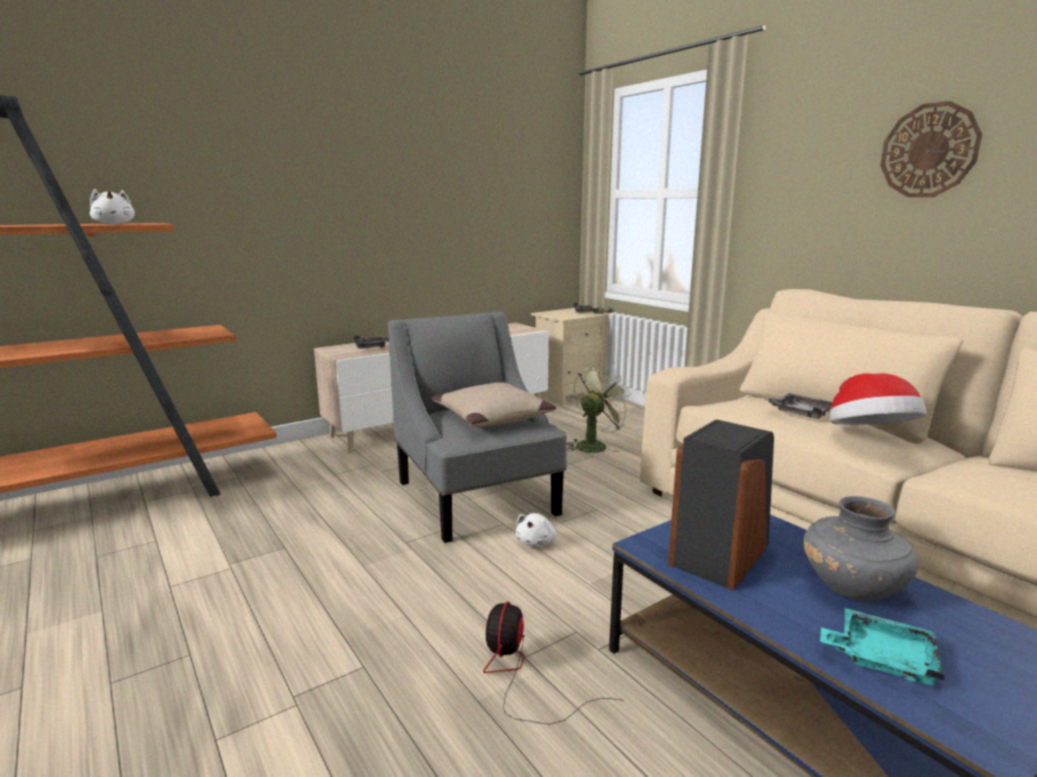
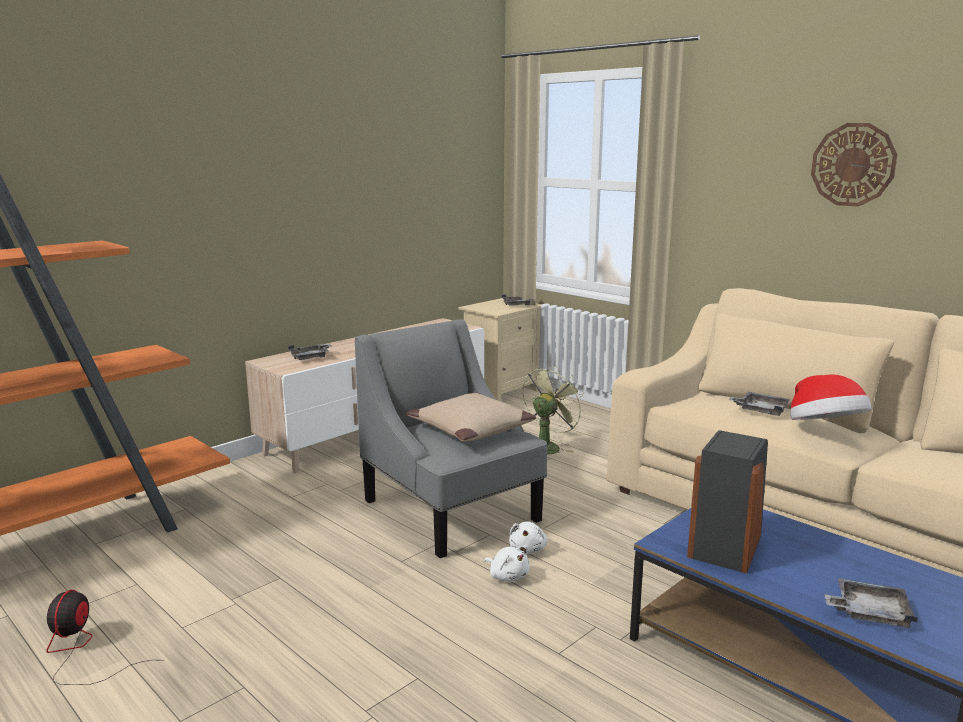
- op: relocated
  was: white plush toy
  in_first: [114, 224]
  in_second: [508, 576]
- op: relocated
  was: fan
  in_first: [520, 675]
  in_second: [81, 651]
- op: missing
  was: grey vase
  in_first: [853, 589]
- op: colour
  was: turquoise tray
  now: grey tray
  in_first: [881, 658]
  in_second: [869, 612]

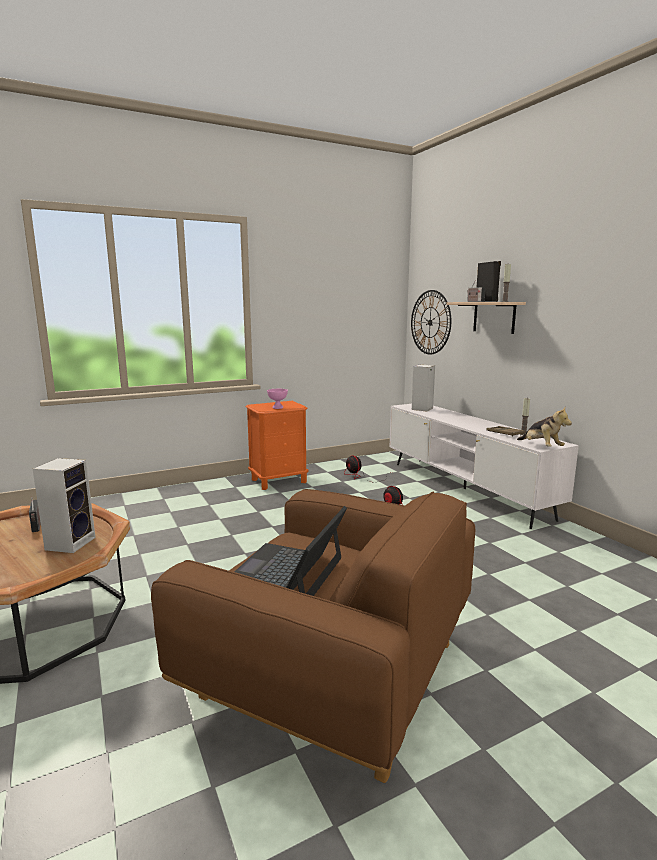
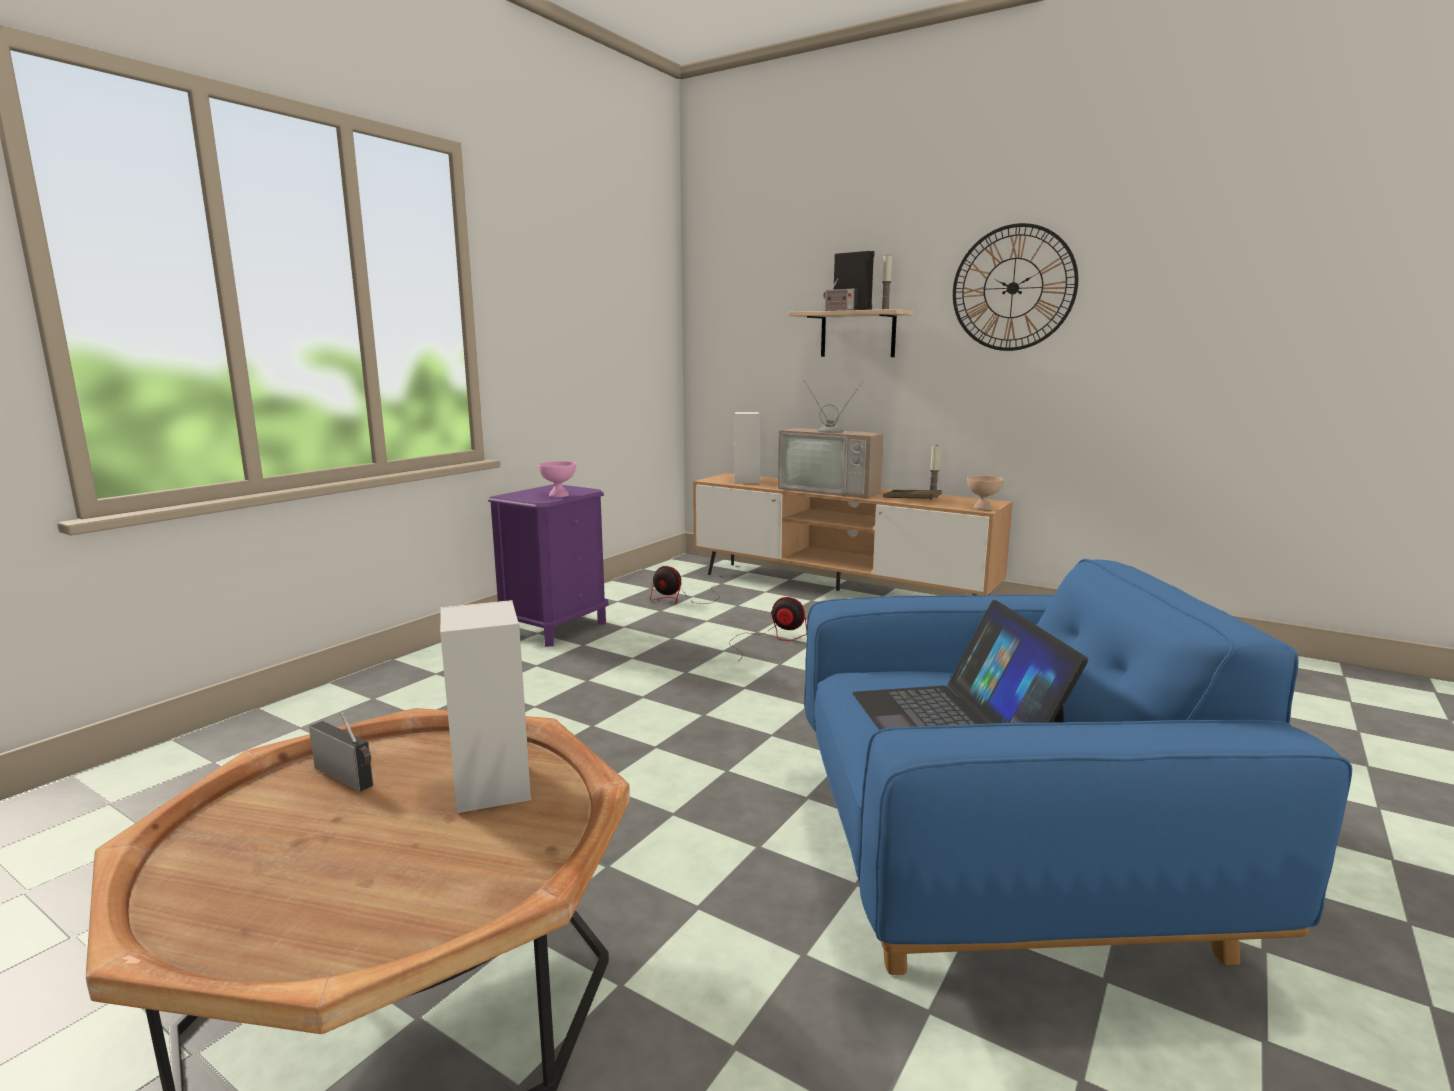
- op: colour
  was: brown armchair
  now: blue armchair
  in_first: [331, 668]
  in_second: [997, 860]
- op: colour
  was: orange nightstand
  now: purple nightstand
  in_first: [279, 481]
  in_second: [557, 628]
- op: colour
  was: white tv stand
  now: brown tv stand
  in_first: [464, 488]
  in_second: [837, 590]
- op: relocated
  was: wall clock
  in_first: [430, 322]
  in_second: [1013, 288]
- op: exchanged
  was: plush toy
  now: beige bowl
  in_first: [541, 447]
  in_second: [982, 508]
- op: appeared
  now: television
  in_second: [832, 490]

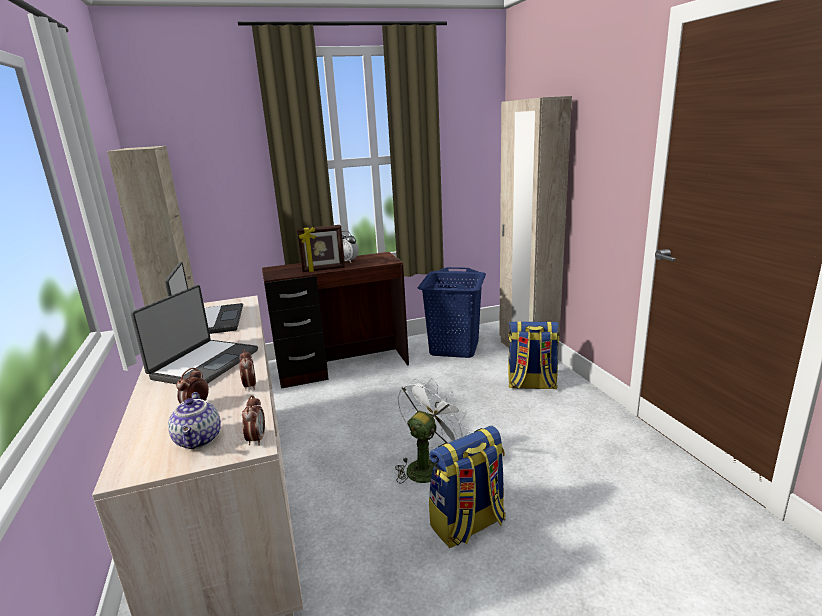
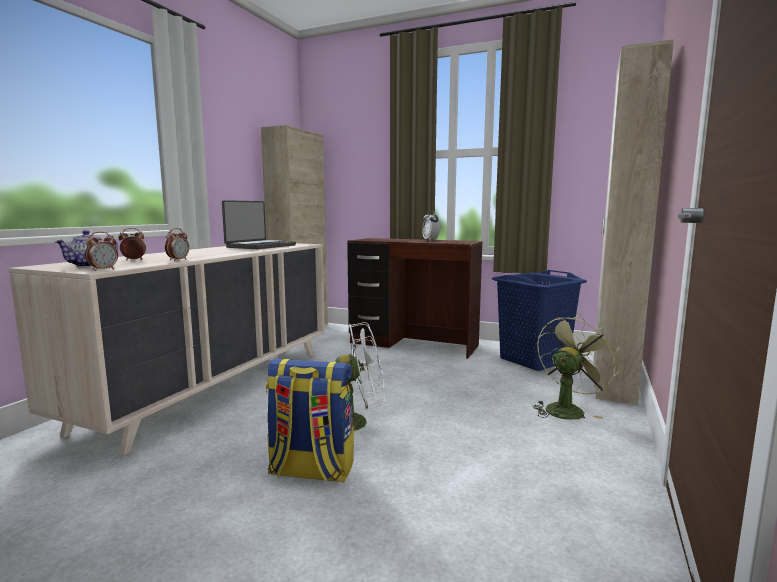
- op: missing
  was: laptop
  in_first: [204, 364]
- op: missing
  was: picture frame
  in_first: [324, 269]
- op: exchanged
  was: backpack
  now: green fan
  in_first: [531, 385]
  in_second: [567, 409]

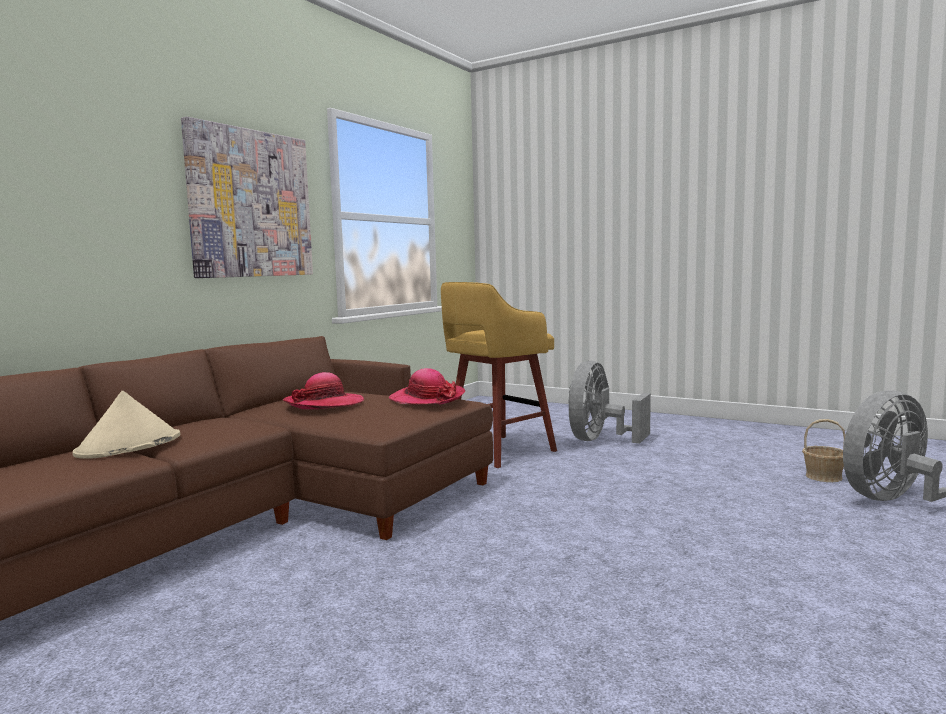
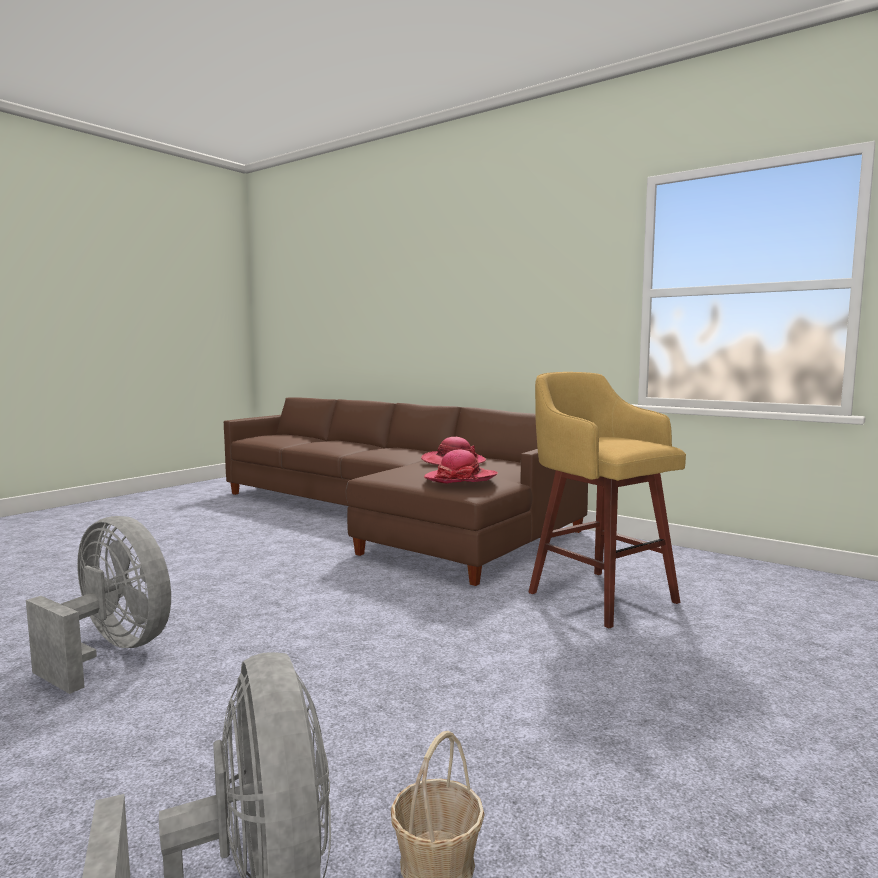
- op: missing
  was: beige hat
  in_first: [129, 446]
- op: missing
  was: picture
  in_first: [250, 204]
- op: relocated
  was: grey fan
  in_first: [600, 440]
  in_second: [112, 652]

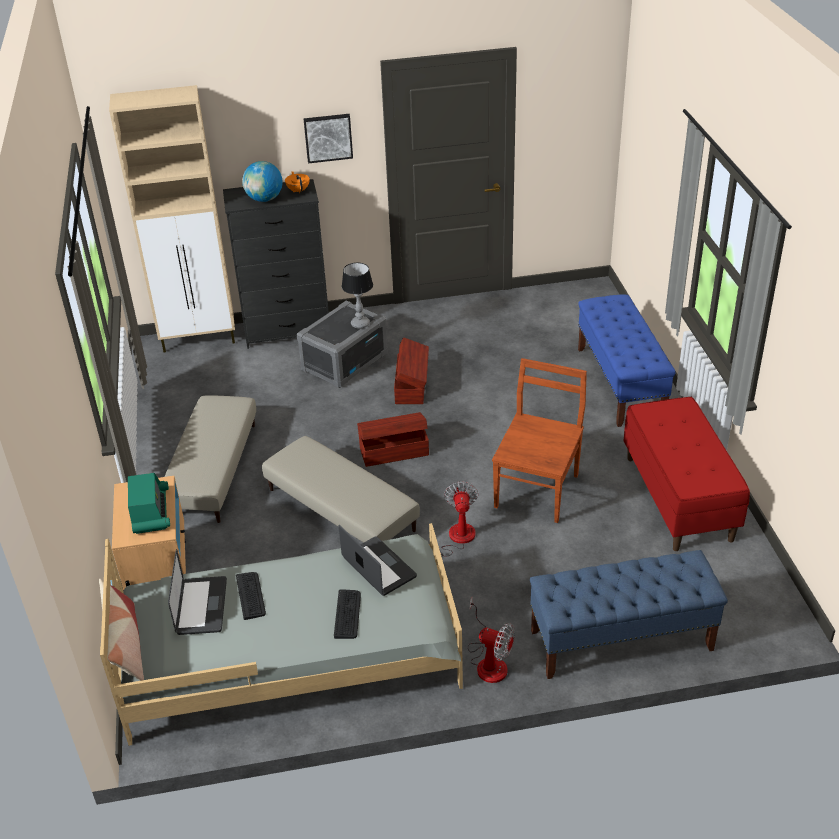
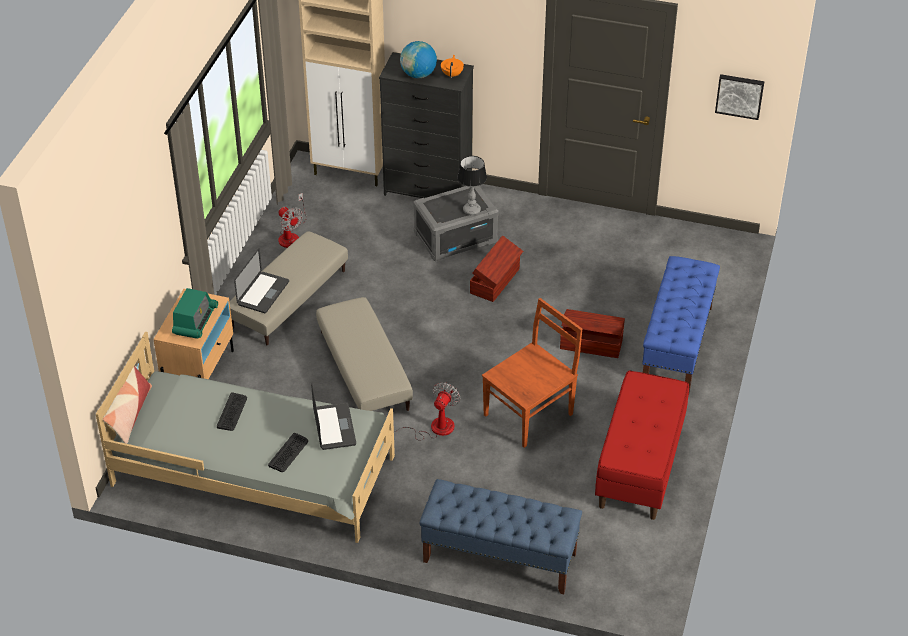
- op: relocated
  was: laptop
  in_first: [201, 606]
  in_second: [263, 293]
- op: relocated
  was: picture
  in_first: [328, 137]
  in_second: [739, 95]
- op: relocated
  was: brown storage box
  in_first: [393, 451]
  in_second: [590, 343]
- op: relocated
  was: fan
  in_first: [489, 661]
  in_second: [291, 235]

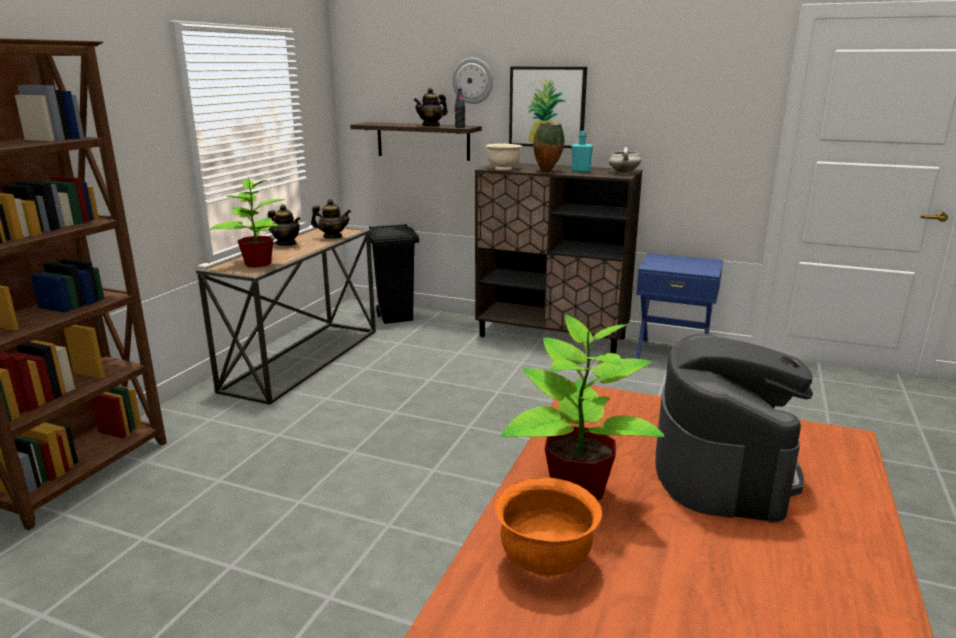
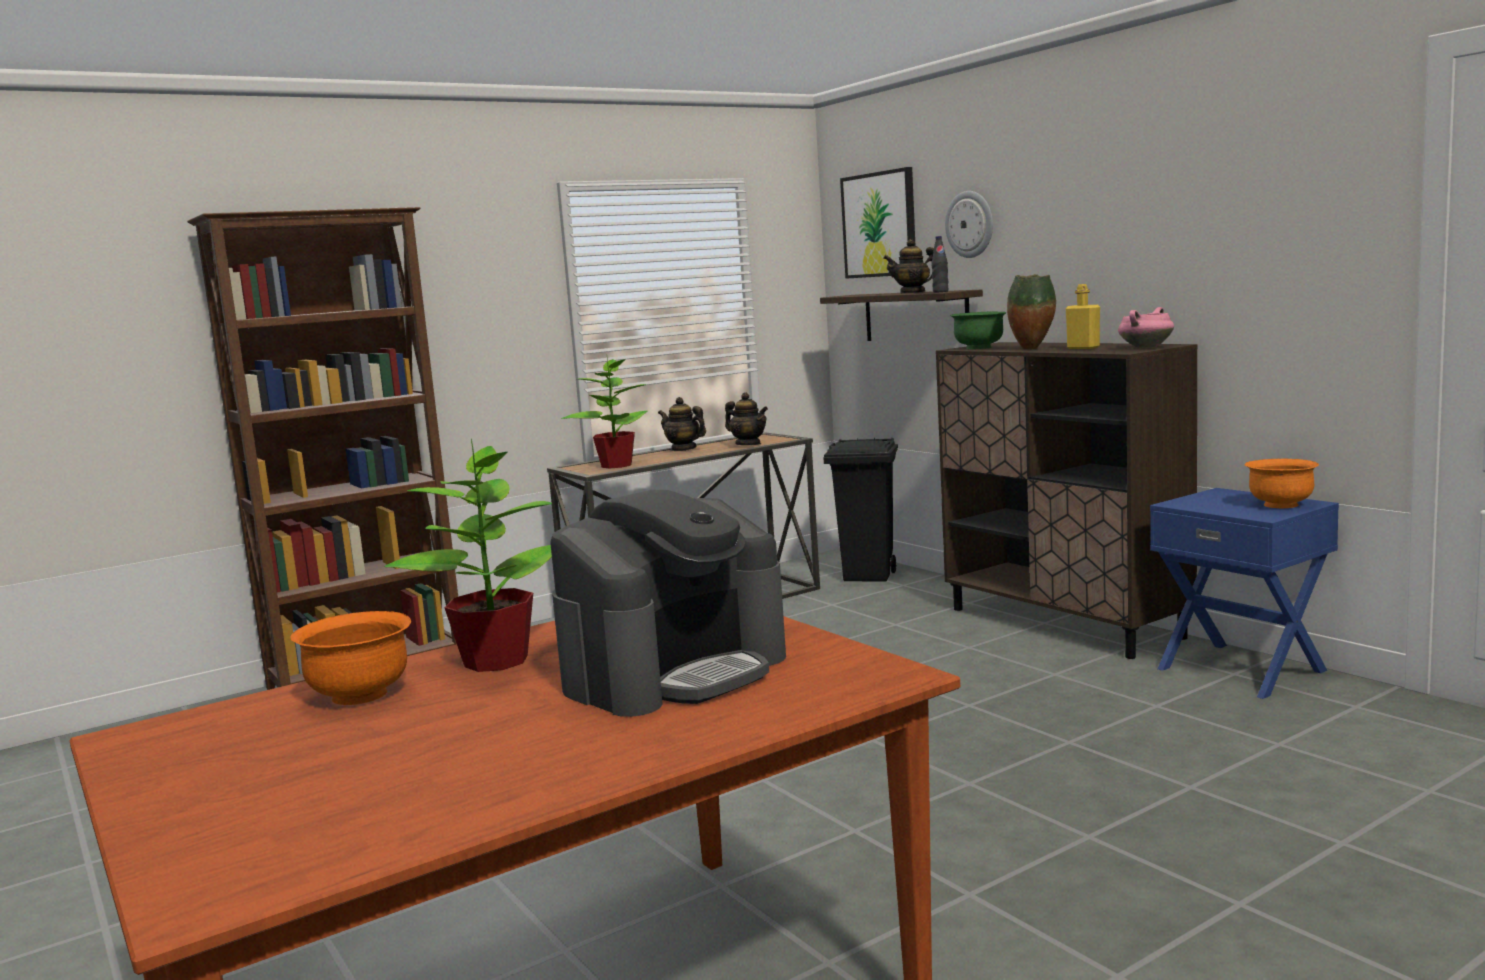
- op: spun
  was: teapot
  in_first: [286, 244]
  in_second: [683, 449]
  clockwise: 150
- op: colour
  was: beige bowl
  now: green bowl
  in_first: [503, 168]
  in_second: [979, 348]
- op: relocated
  was: picture
  in_first: [547, 107]
  in_second: [879, 225]
- op: colour
  was: turquoise bottle
  now: yellow bottle
  in_first: [580, 171]
  in_second: [1083, 348]
- op: colour
  was: white cooking pot
  now: pink cooking pot
  in_first: [623, 172]
  in_second: [1145, 348]
- op: appeared
  now: orange bowl
  in_second: [1280, 505]

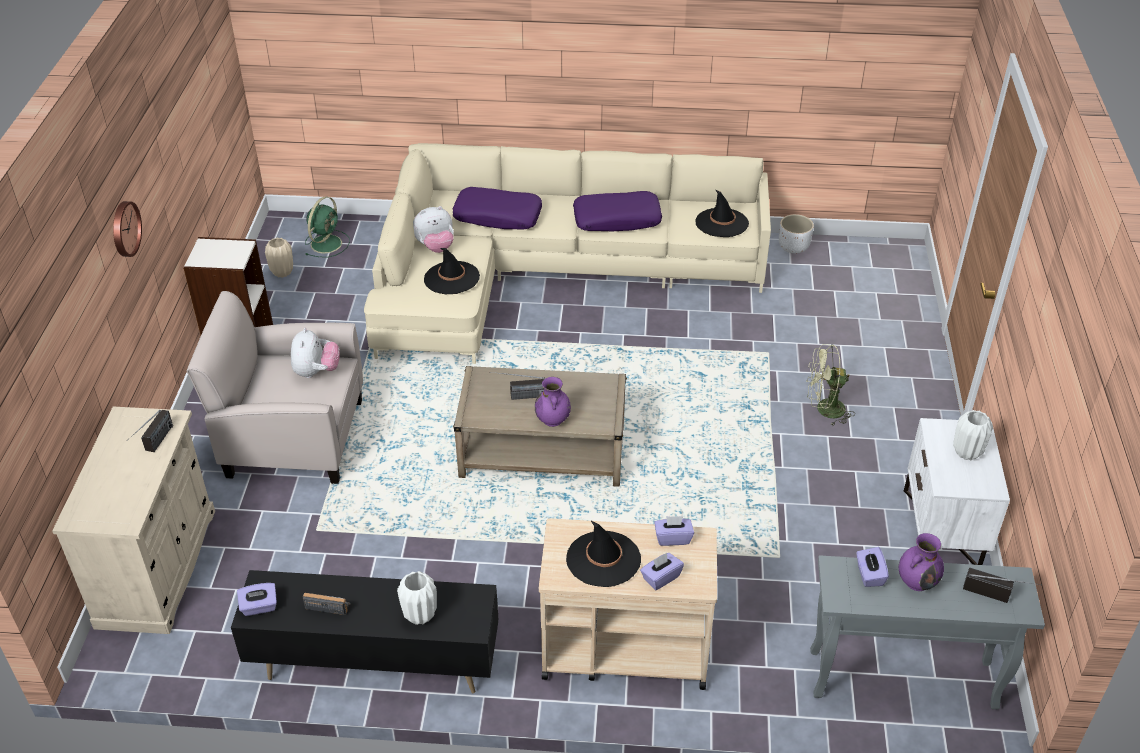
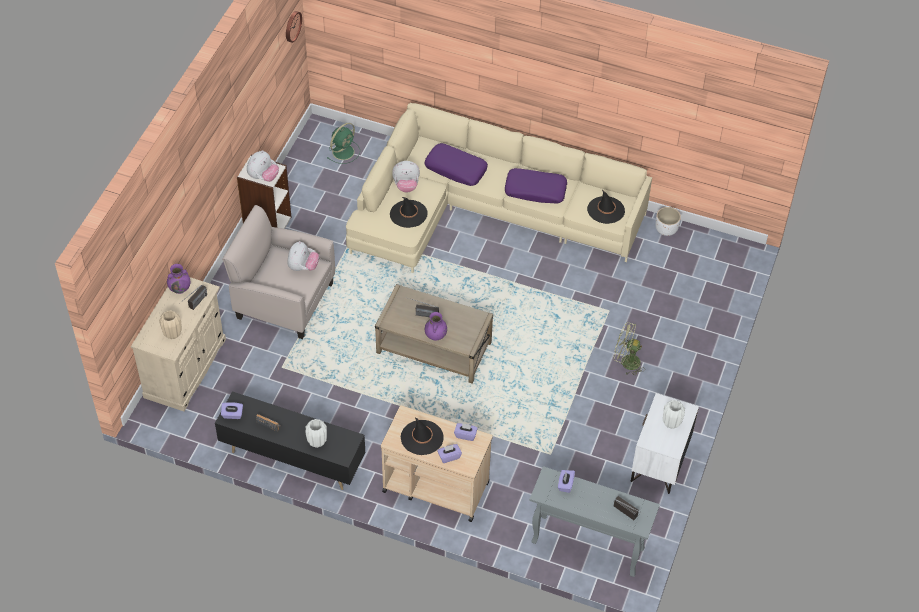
- op: relocated
  was: wall clock
  in_first: [124, 228]
  in_second: [292, 26]
- op: relocated
  was: beige vase
  in_first: [282, 273]
  in_second: [172, 334]
- op: relocated
  was: purple vase
  in_first: [917, 581]
  in_second: [180, 288]
- op: appeared
  now: plush toy
  in_second: [263, 177]

